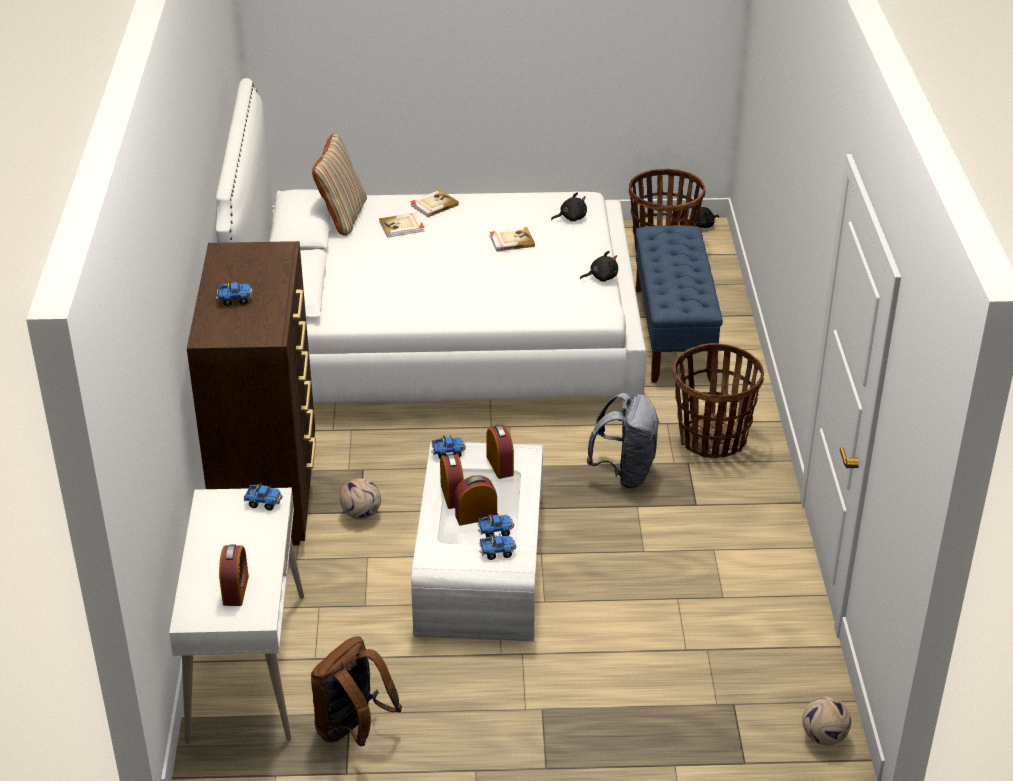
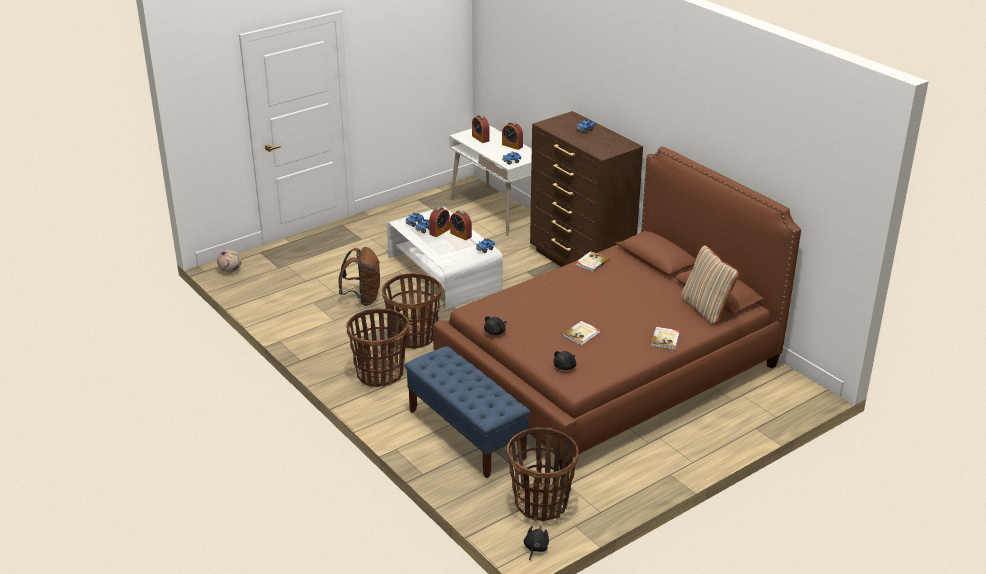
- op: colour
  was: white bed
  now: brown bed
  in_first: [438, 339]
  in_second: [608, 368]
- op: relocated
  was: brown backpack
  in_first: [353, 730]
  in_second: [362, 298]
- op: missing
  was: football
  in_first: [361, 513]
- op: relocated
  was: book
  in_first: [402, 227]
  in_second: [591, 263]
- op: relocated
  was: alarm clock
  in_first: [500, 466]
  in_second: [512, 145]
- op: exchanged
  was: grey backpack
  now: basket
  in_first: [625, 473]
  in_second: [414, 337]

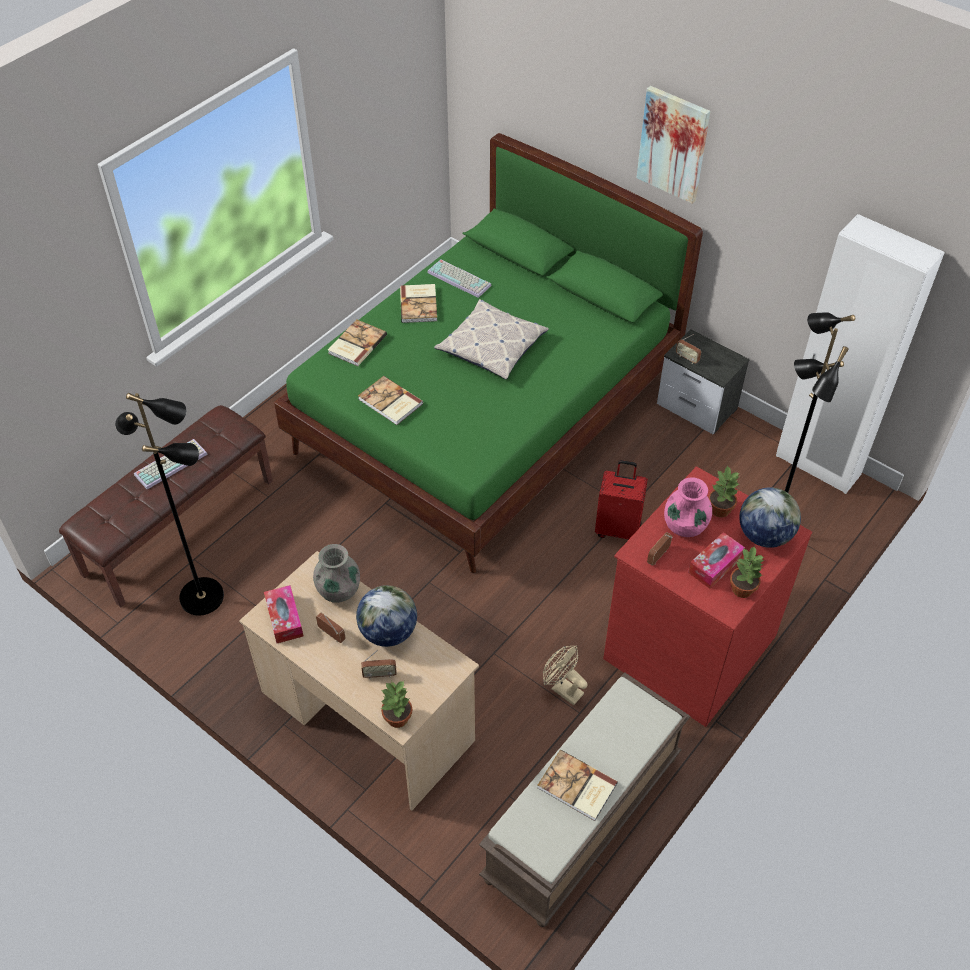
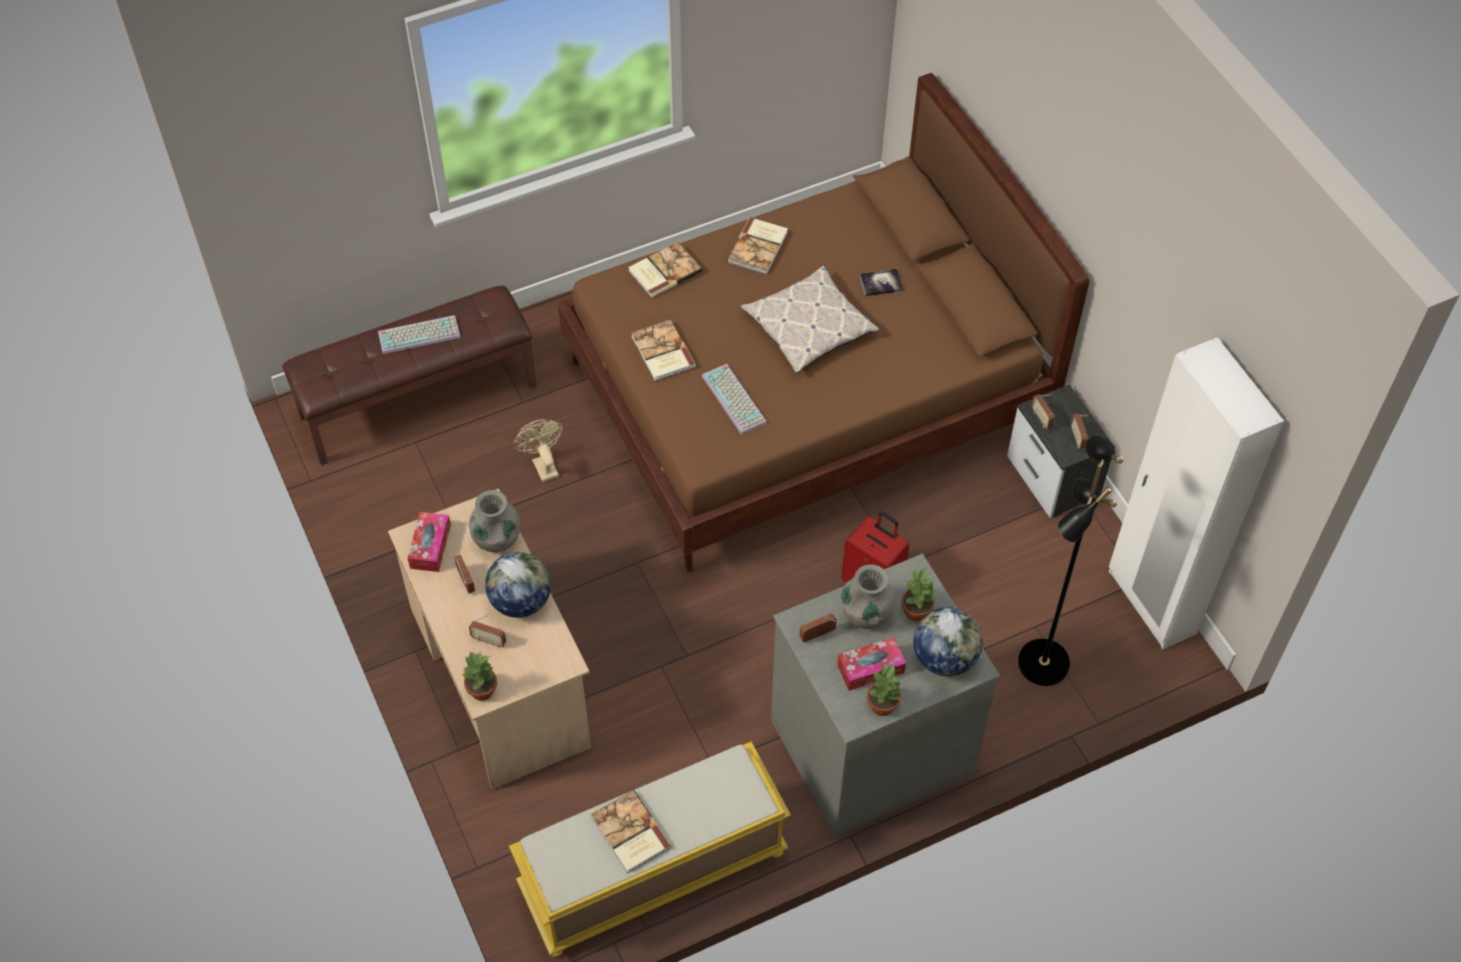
- op: missing
  was: black floor lamp
  in_first: [203, 596]
- op: colour
  was: green bed
  now: brown bed
  in_first: [487, 414]
  in_second: [806, 395]
- op: relocated
  was: keyboard
  in_first: [460, 278]
  in_second: [736, 399]
- op: colour
  was: brown bench
  now: yellow bench
  in_first: [583, 819]
  in_second: [652, 873]
- op: relocated
  was: beige fan
  in_first: [563, 689]
  in_second: [543, 465]
- op: colour
  was: red dresser
  now: grey dresser
  in_first: [687, 645]
  in_second: [870, 744]
- op: missing
  was: picture
  in_first: [673, 144]
- op: colour
  was: pink vase
  now: grey vase
  in_first: [685, 526]
  in_second: [866, 614]
- op: appeared
  now: book
  in_second: [881, 283]
- op: appeared
  now: radio
  in_second: [1077, 439]

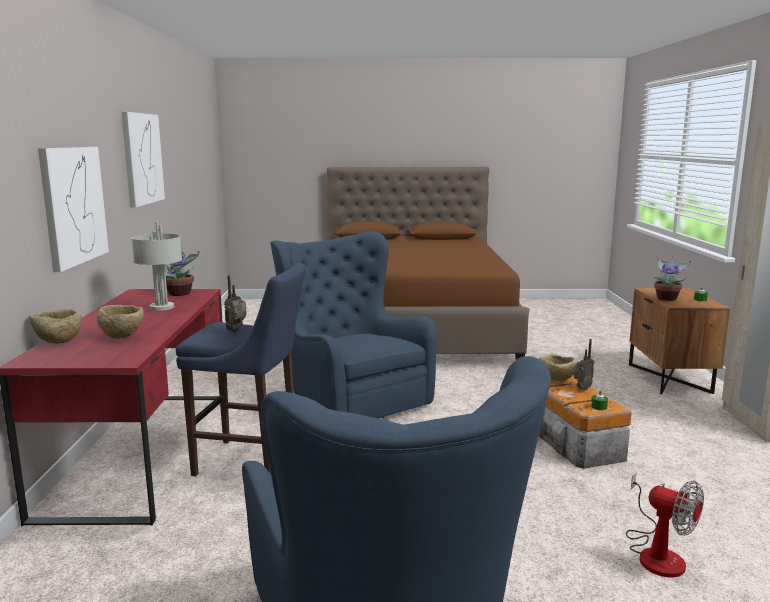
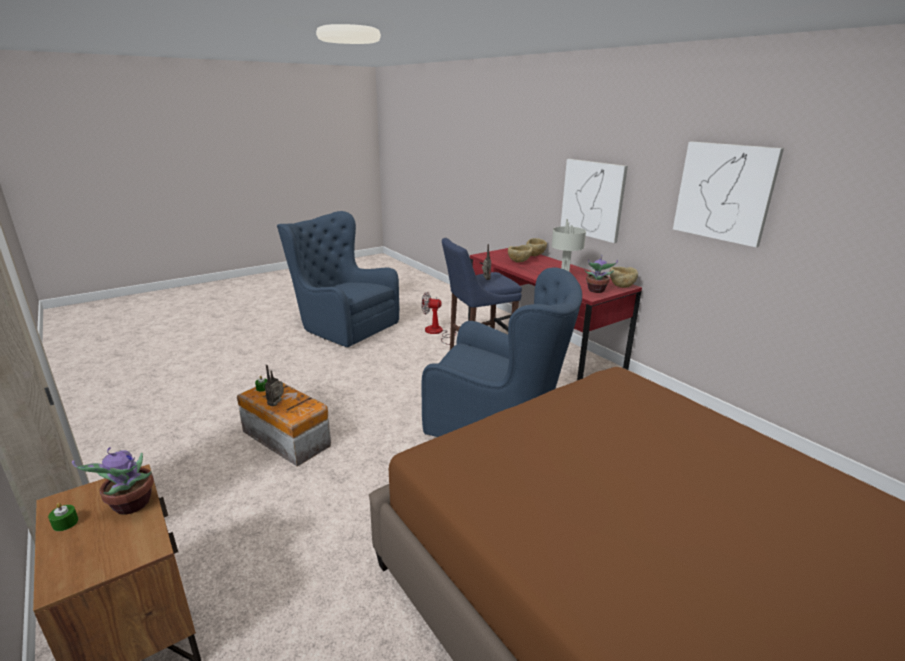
- op: relocated
  was: beige bowl
  in_first: [556, 380]
  in_second: [621, 286]
- op: relocated
  was: fan
  in_first: [656, 553]
  in_second: [437, 333]

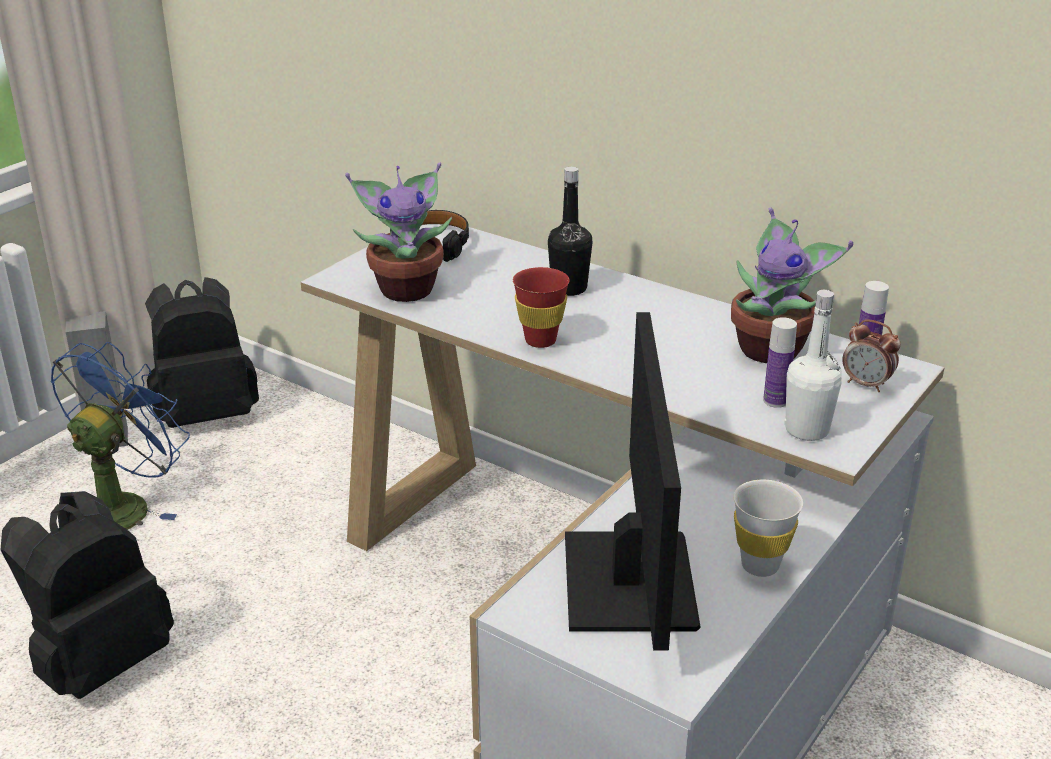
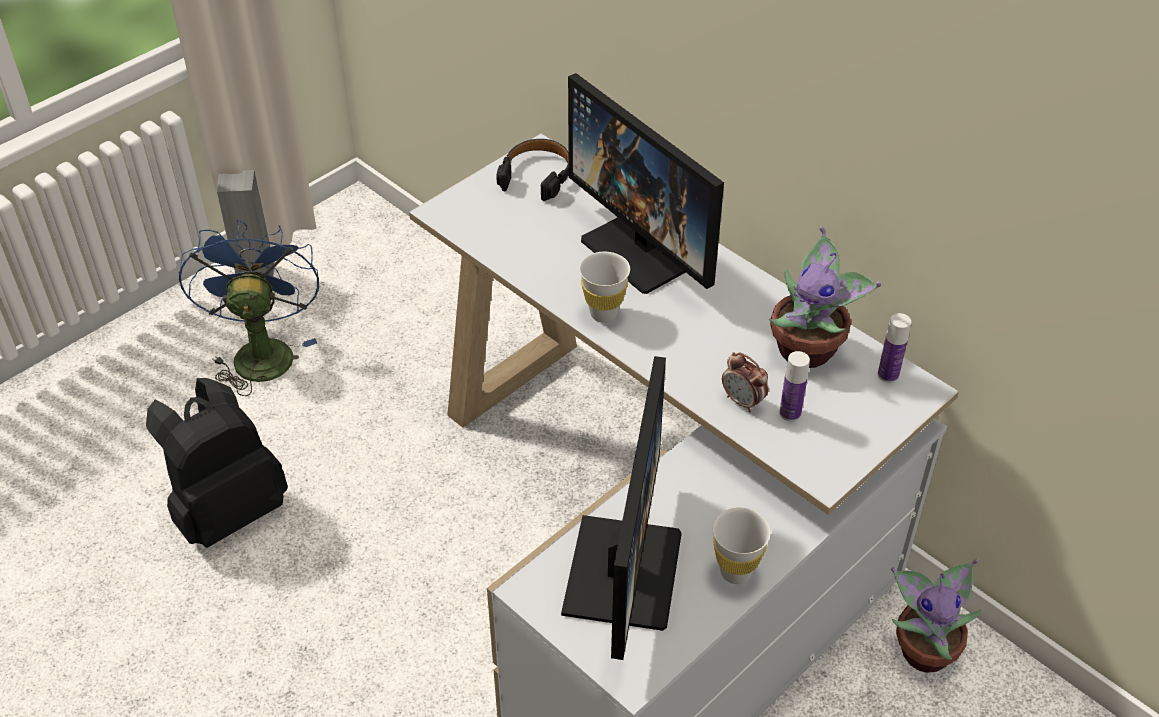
- op: spun
  was: blue fan
  in_first: [123, 505]
  in_second: [262, 351]
  clockwise: -45
- op: missing
  was: black backpack
  in_first: [206, 414]
- op: relocated
  was: potted plant
  in_first: [406, 288]
  in_second: [924, 649]
- op: colour
  was: red cup
  now: white cup
  in_first: [540, 341]
  in_second: [604, 313]
- op: exchanged
  was: black bottle
  now: monitor
  in_first: [569, 288]
  in_second: [646, 249]
- op: missing
  was: white bottle
  in_first: [807, 430]
- op: relocated
  was: alarm clock
  in_first: [866, 384]
  in_second: [743, 402]

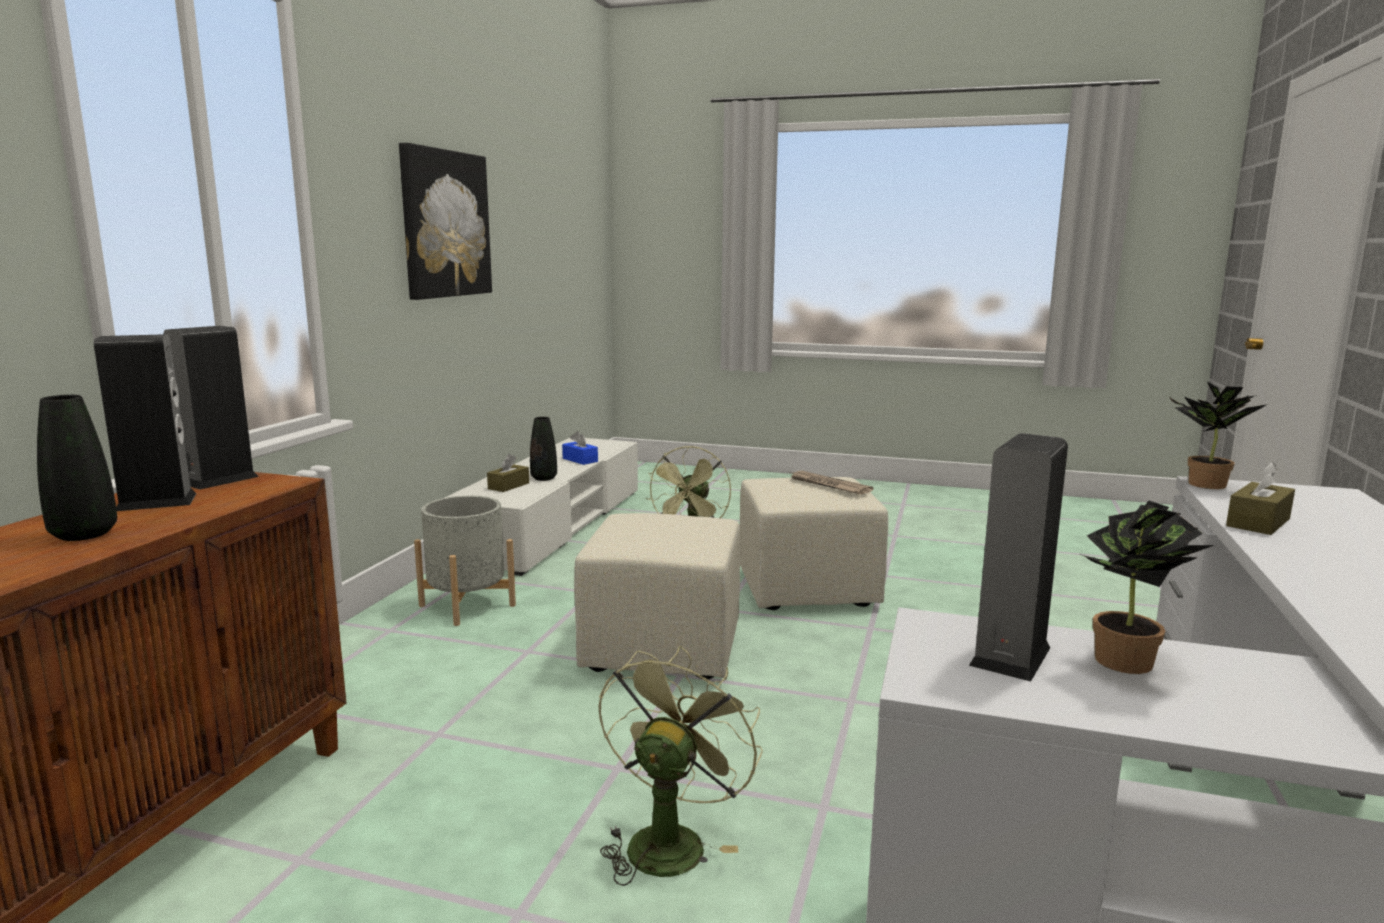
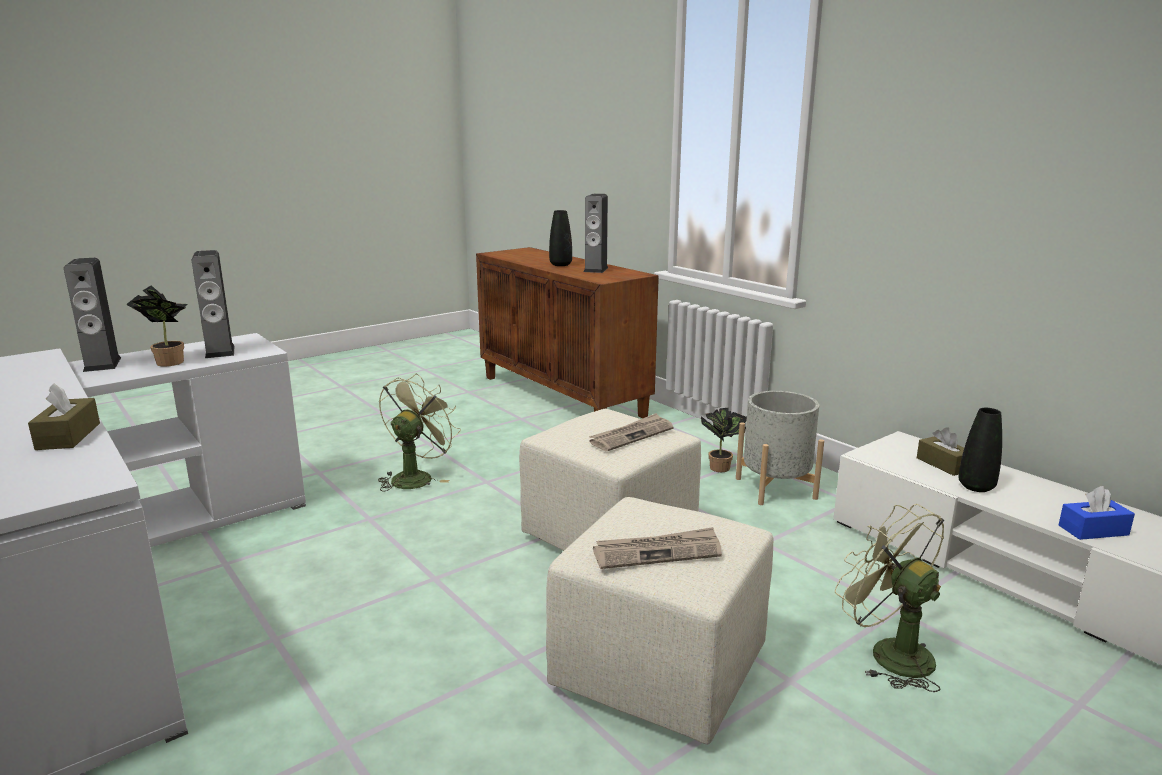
- op: relocated
  was: speaker
  in_first: [219, 479]
  in_second: [102, 364]
- op: missing
  was: picture
  in_first: [445, 224]
- op: spun
  was: green fan
  in_first: [669, 839]
  in_second: [416, 477]
  clockwise: -120
- op: relocated
  was: potted plant
  in_first: [1201, 484]
  in_second: [721, 467]
- op: appeared
  now: newspaper
  in_second: [631, 435]

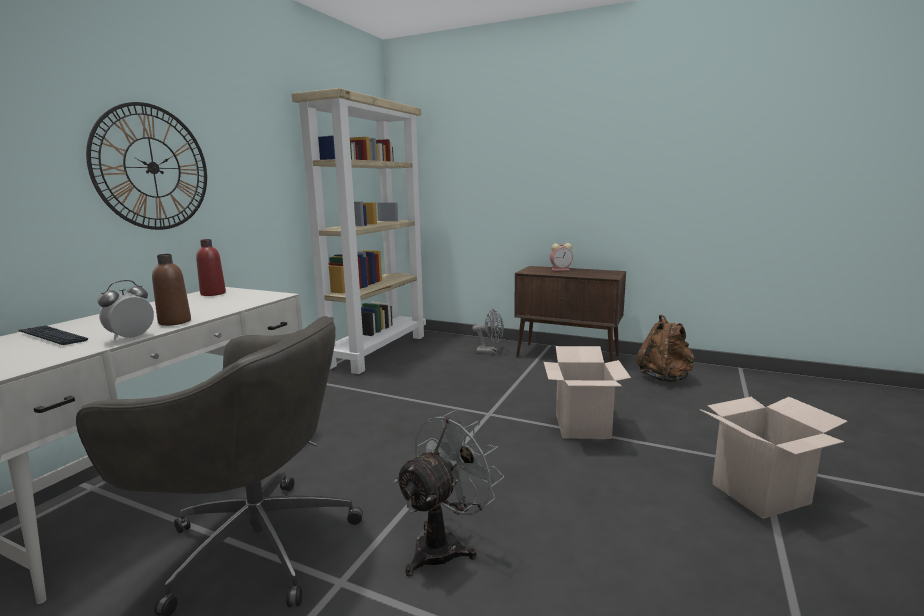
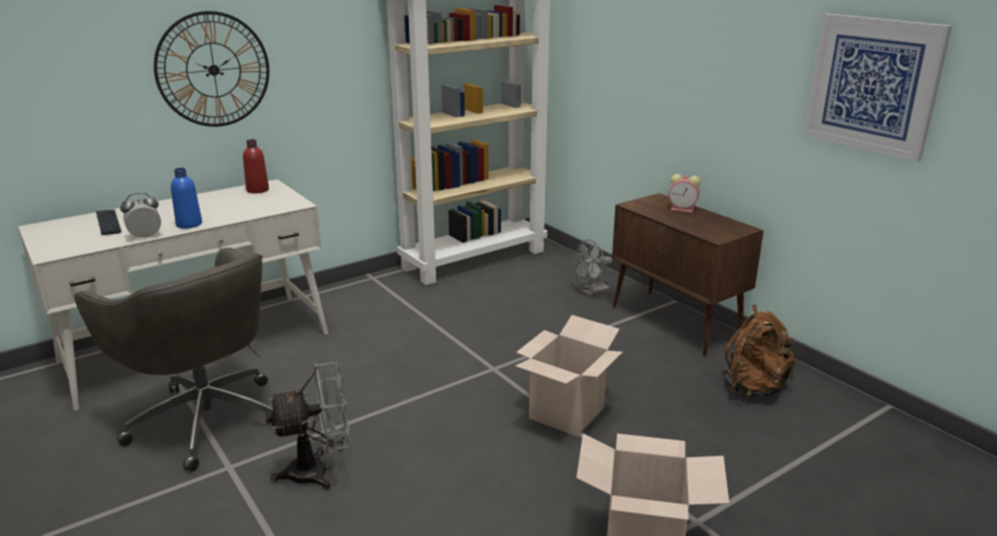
- op: colour
  was: brown bottle
  now: blue bottle
  in_first: [175, 322]
  in_second: [189, 224]
- op: spun
  was: grey fan
  in_first: [490, 351]
  in_second: [591, 292]
  clockwise: 105
- op: appeared
  now: picture
  in_second: [872, 85]

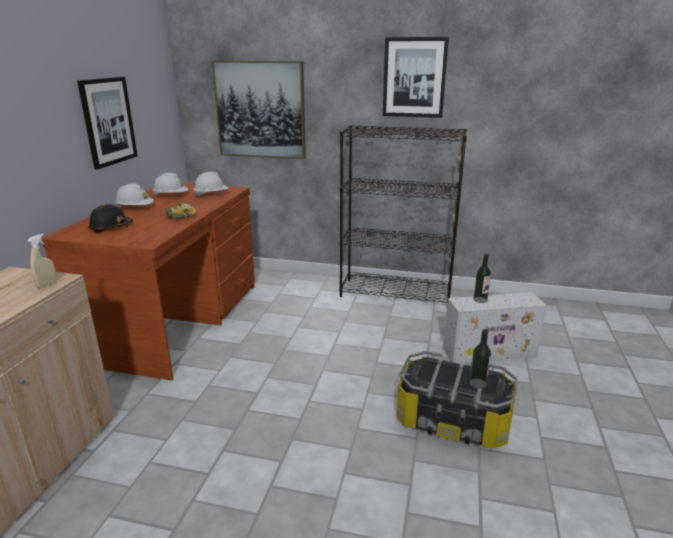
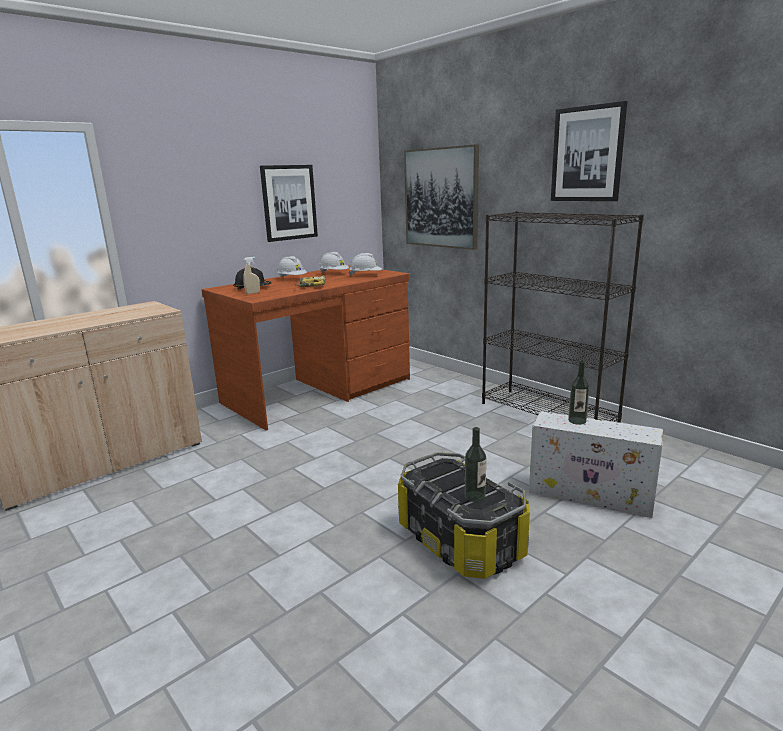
- op: relocated
  was: beige spray bottle
  in_first: [47, 285]
  in_second: [252, 293]

